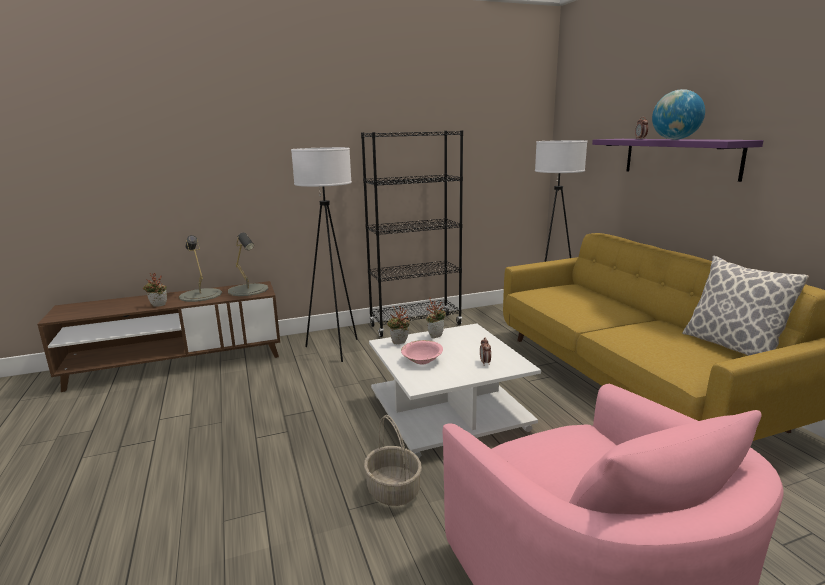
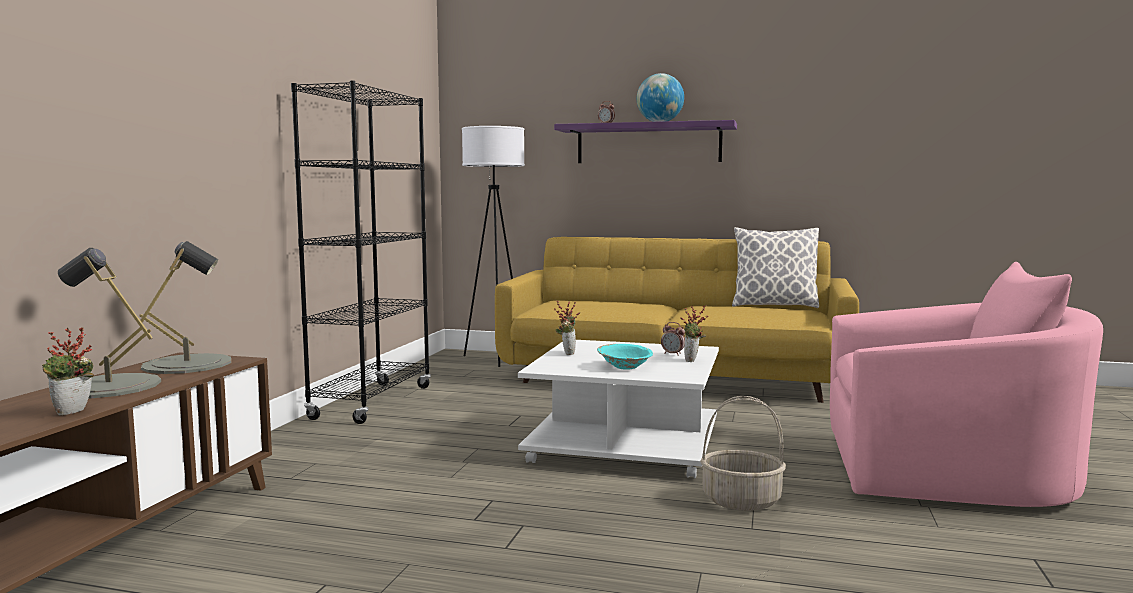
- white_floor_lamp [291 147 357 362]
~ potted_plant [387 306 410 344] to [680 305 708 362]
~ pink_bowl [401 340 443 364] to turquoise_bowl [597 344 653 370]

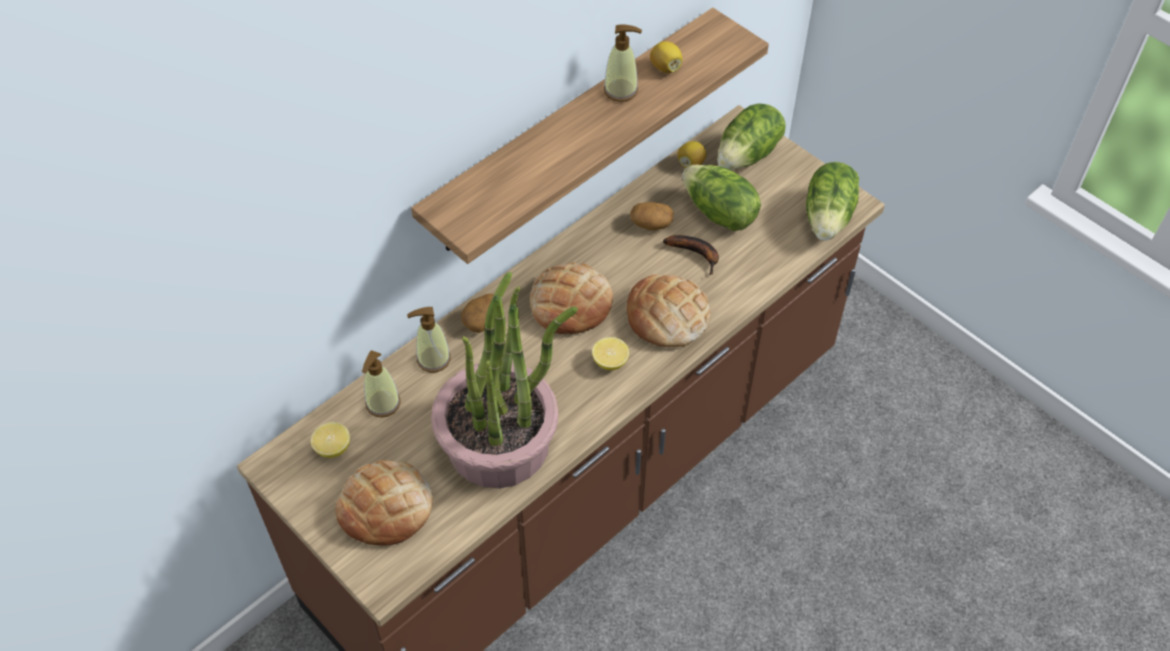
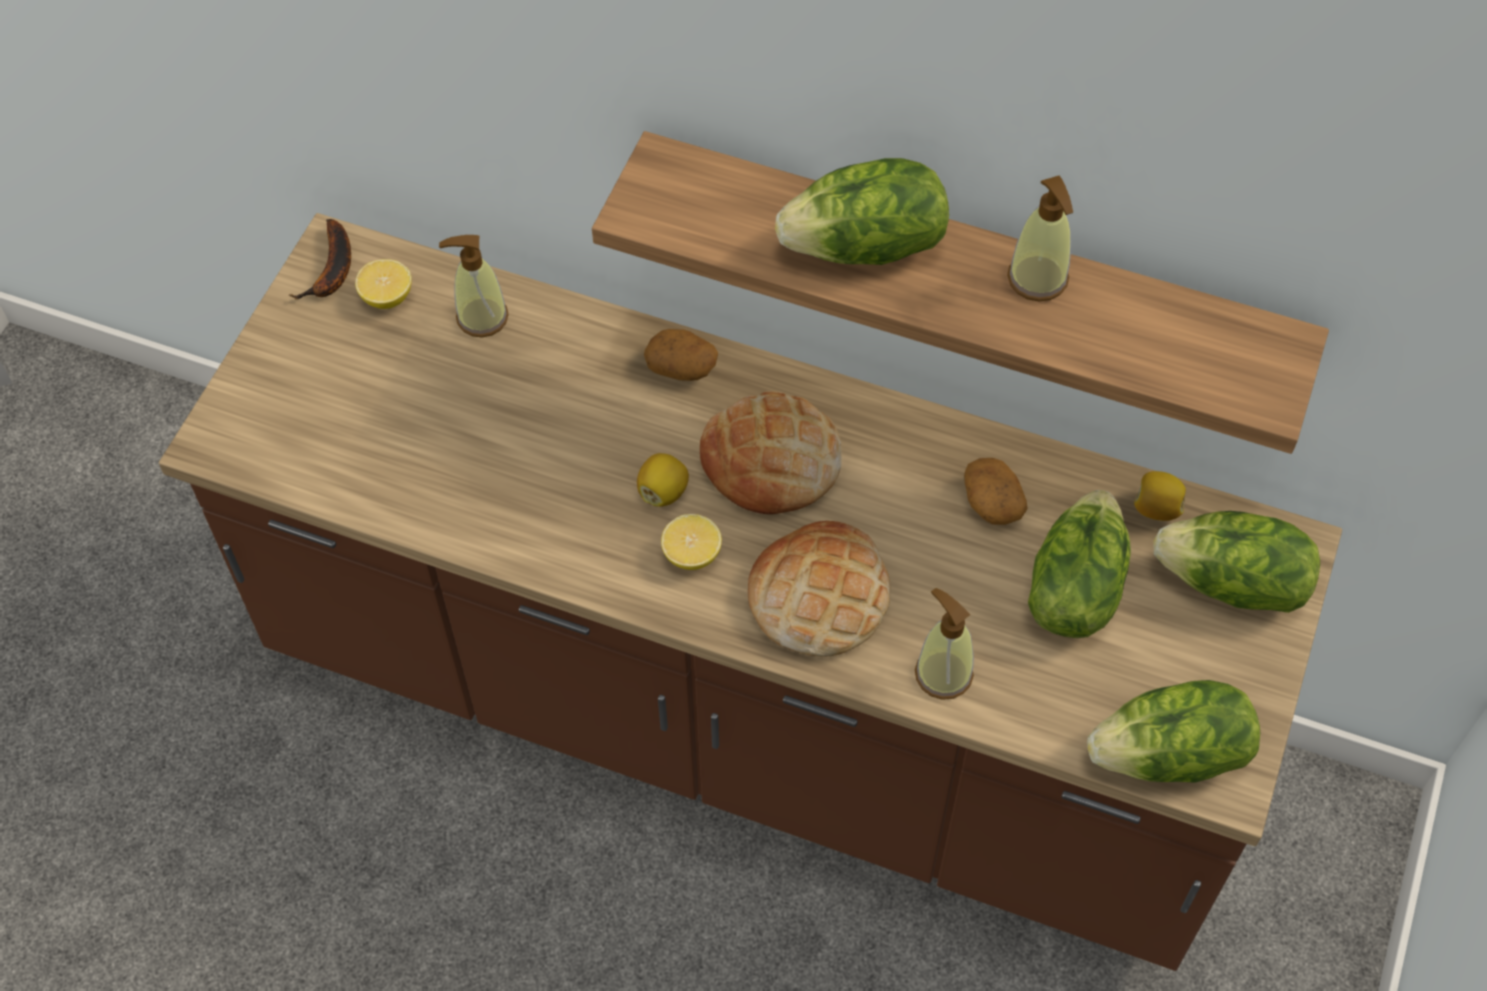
- bread [335 460 433 546]
- potted_plant [431 272 578 488]
+ lettuce [775 158 949 265]
~ soap_dispenser [407 307 451 372] to [915 588 974 700]
~ lemon [650 41 683 73] to [637 453 689 507]
~ banana [663 235 719 275] to [289 219 351 300]

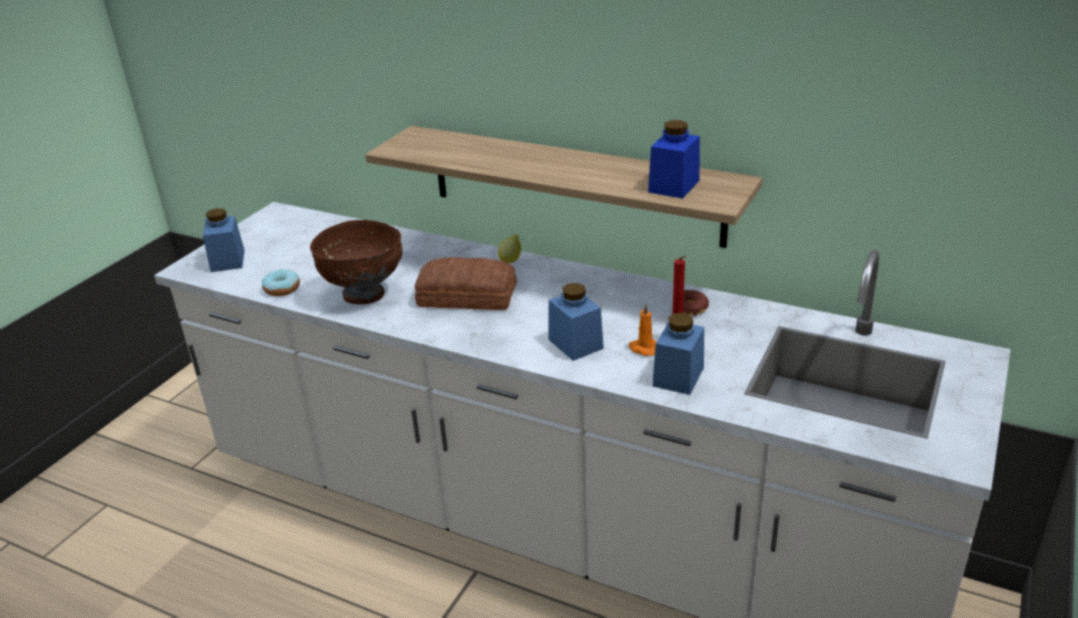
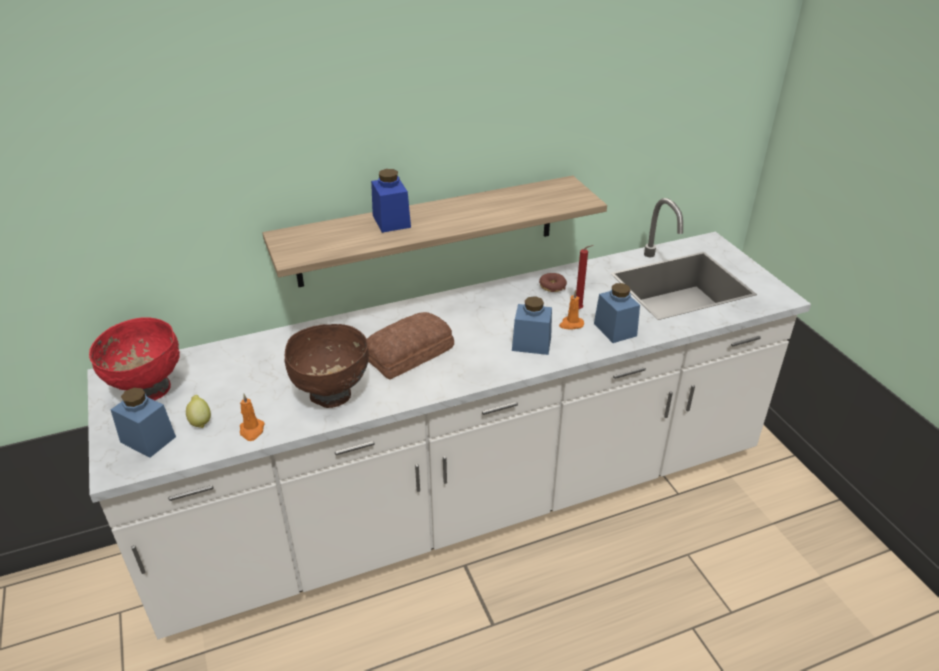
+ red_bowl [89 317 180 400]
~ lemon [498 234 521 263] to [186 395 211 428]
~ blue_jar [648 120 700 199] to [371 169 411 233]
~ donut [262 269 300 296] to orange_candle [240 394 265 441]

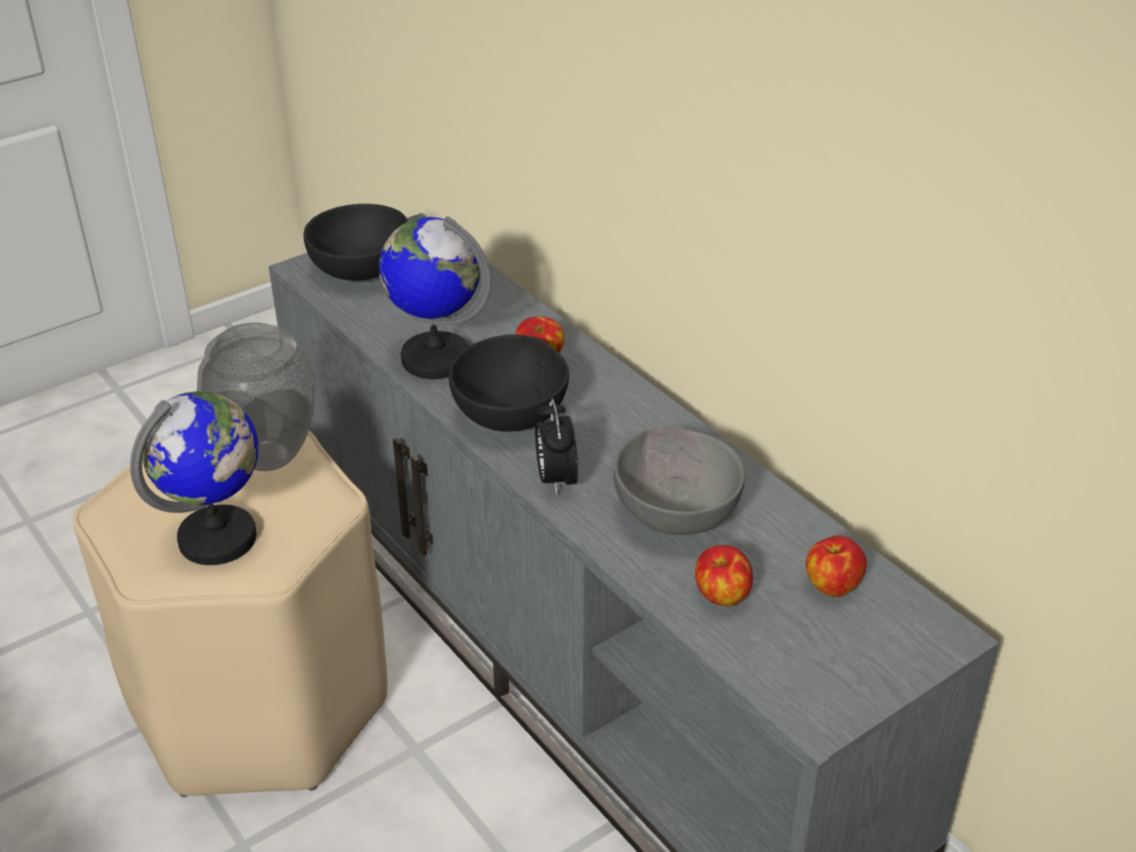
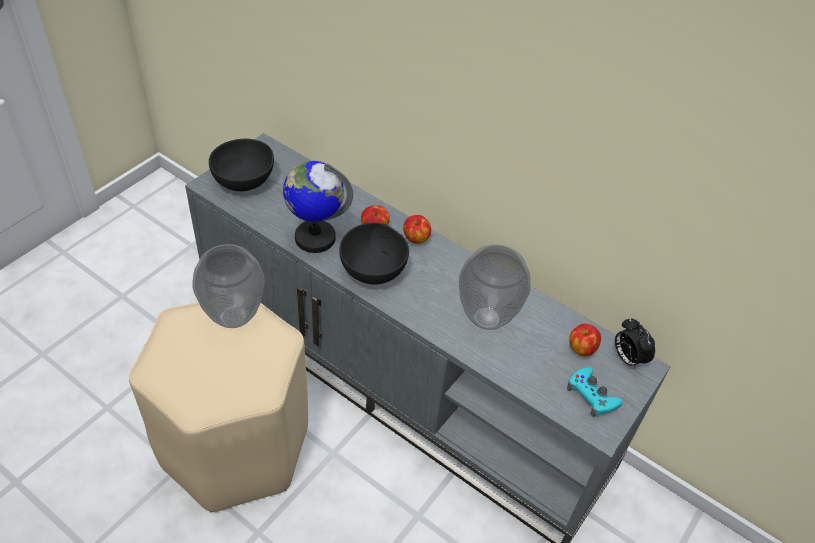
- globe [130 391 259 565]
+ turquoise_game_controller [567 367 623 417]
~ alarm_clock [535 399 578 495] to [615 319 655 369]
~ apple [695 545 753 606] to [403 215 431 244]
~ grey_bowl [613 426 745 535] to vase [459 244 531 330]

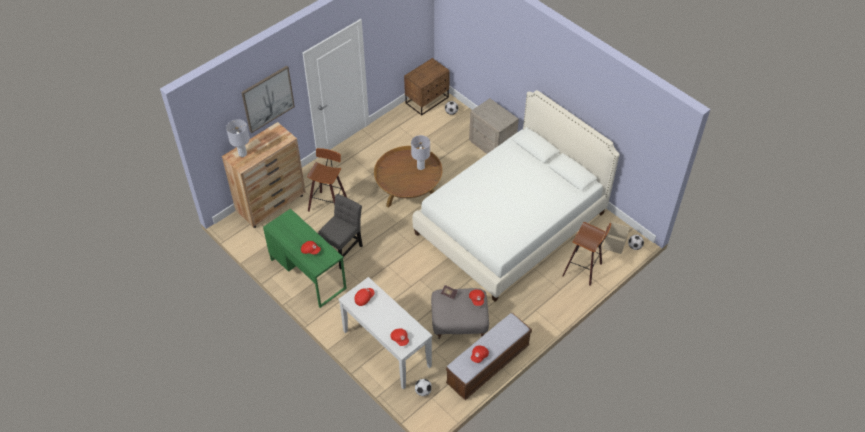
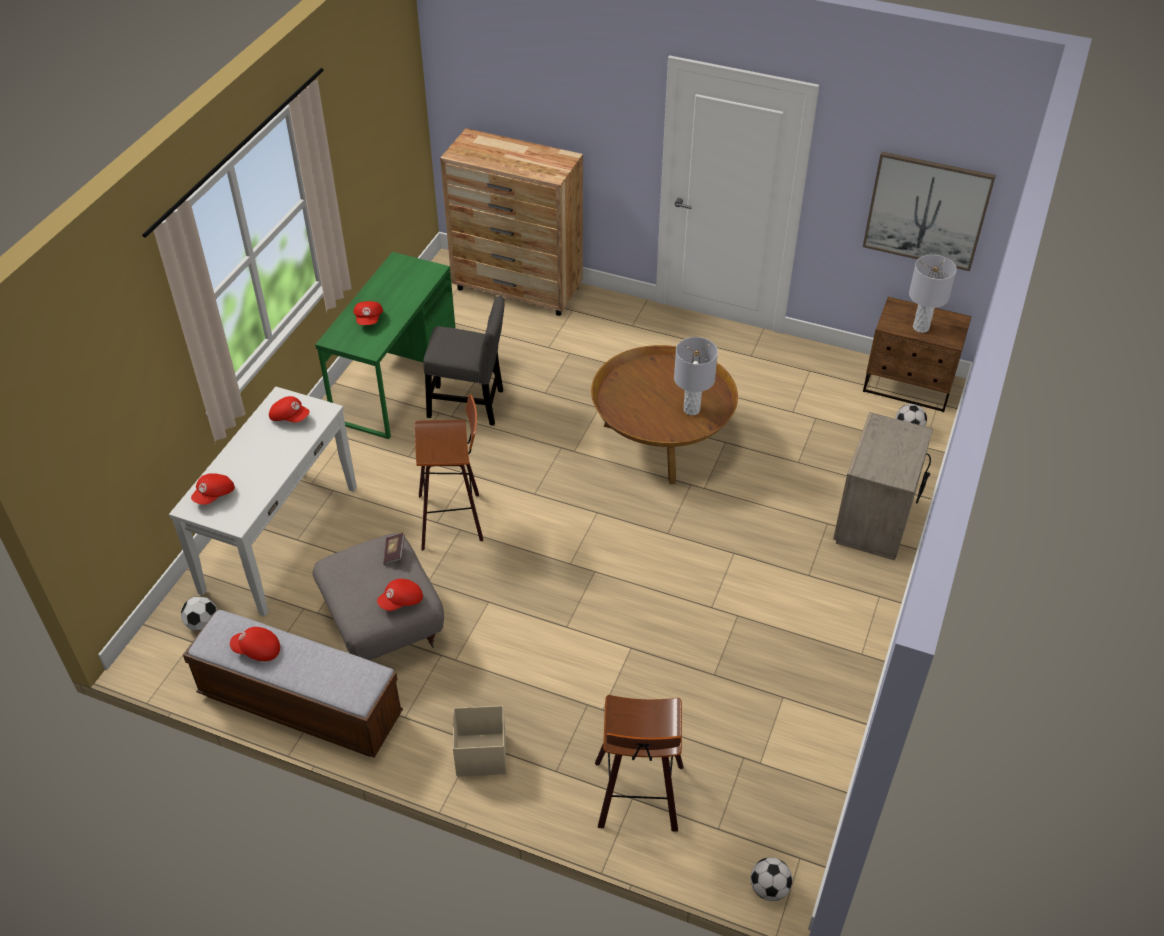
- white_bed [413 90 620 302]
~ grey_table_lamp [226 119 250 157] to [909 255 957 333]
~ picture [241 66 295 133] to [863 152 996 271]
~ stool [307 148 347 212] to [414 394 483 551]
~ beige_storage_box [603 222 630 254] to [453 706 506 776]

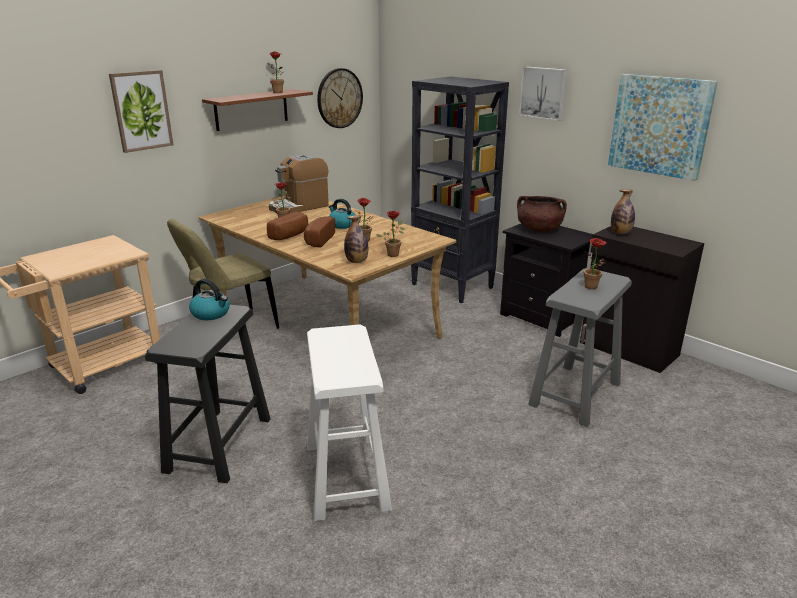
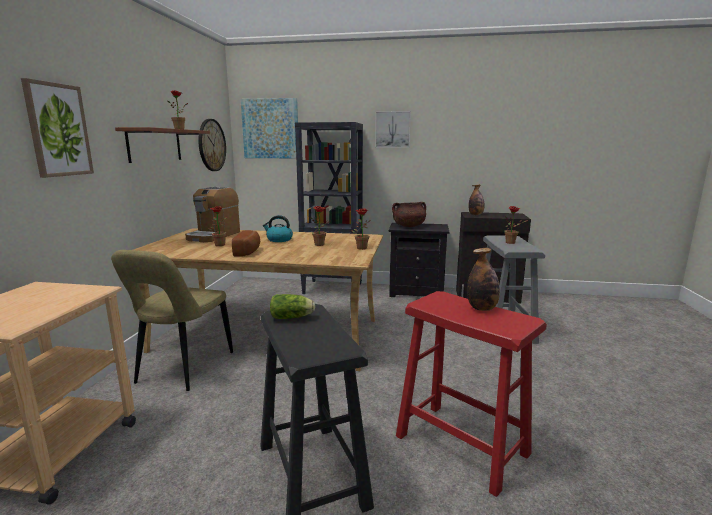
- bread [304 216 335 247]
~ bottle [344 215 368 263] to [467 248 500 311]
~ picture [608 74 718 181] to [241 98 298 158]
~ kettle [189 279 230 320] to lettuce [270 294 315 319]
~ white_stool [307 324 392 521] to red_stool [396 291 547 497]

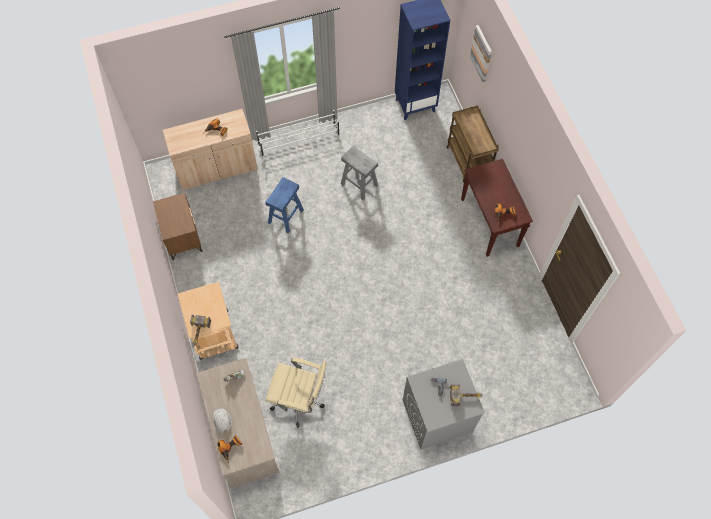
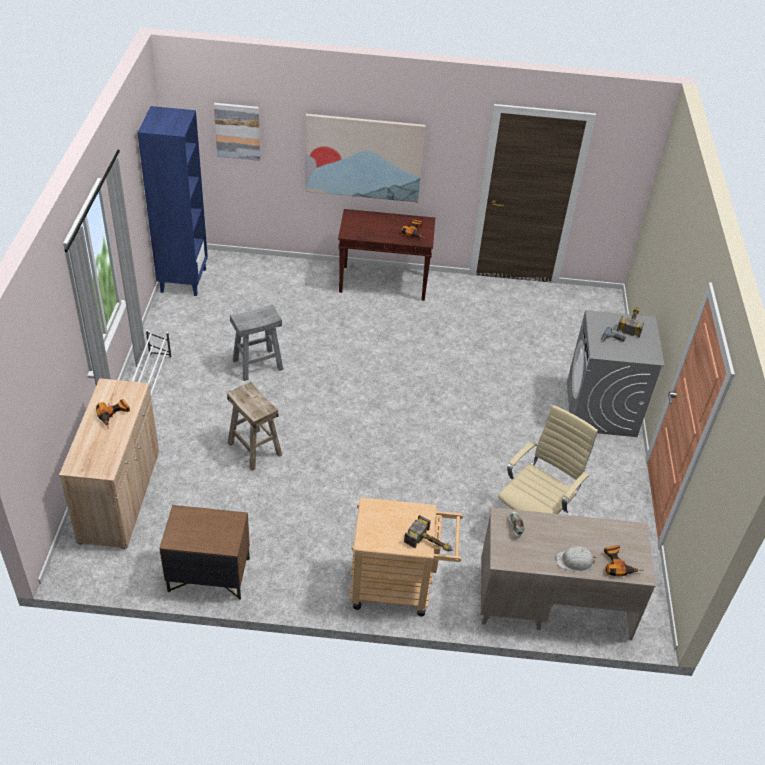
- brown_cart [447 105 499 183]
+ picture [305 114 426 202]
~ blue_stool [265 177 304 233] to beige_stool [227 382 282 471]

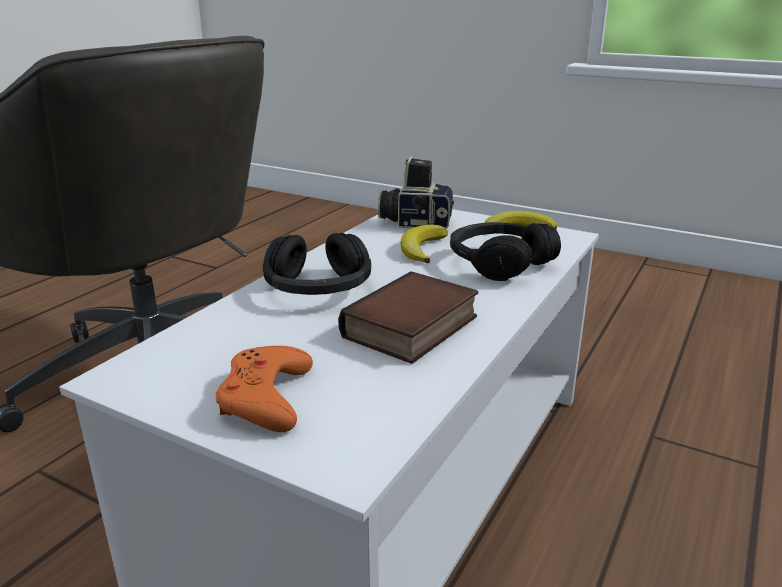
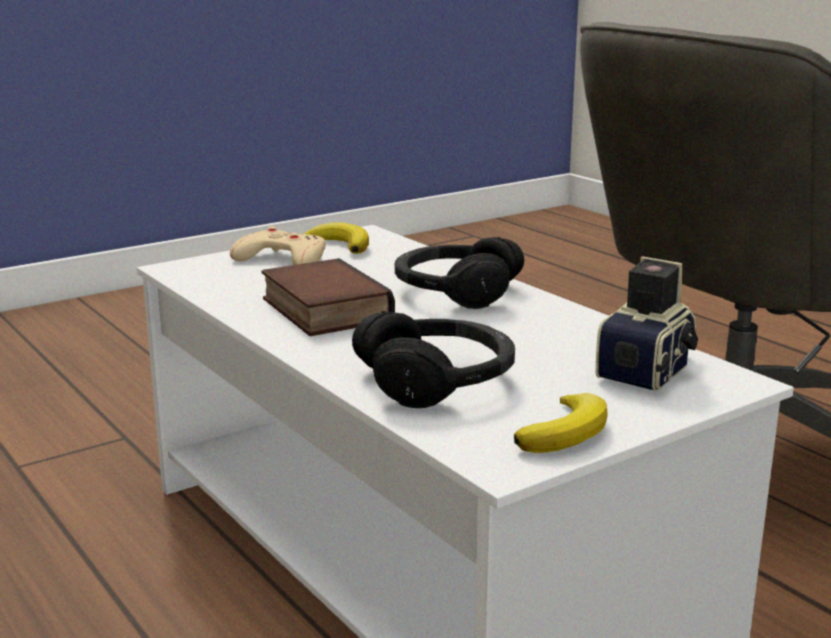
~ banana [400 225 448 263] to [304 223 369 254]
~ orange_game_controller [216 346 313 432] to beige_game_controller [230 226 326 265]

